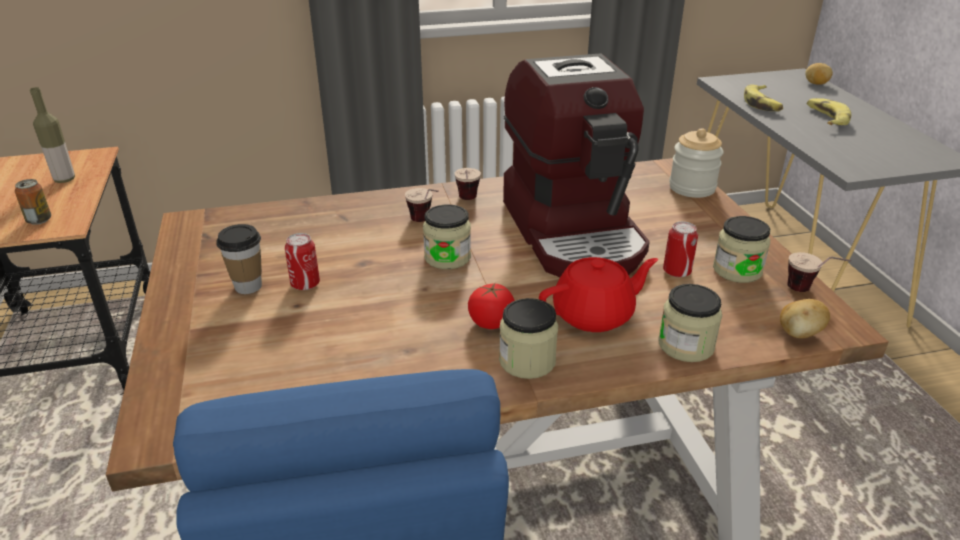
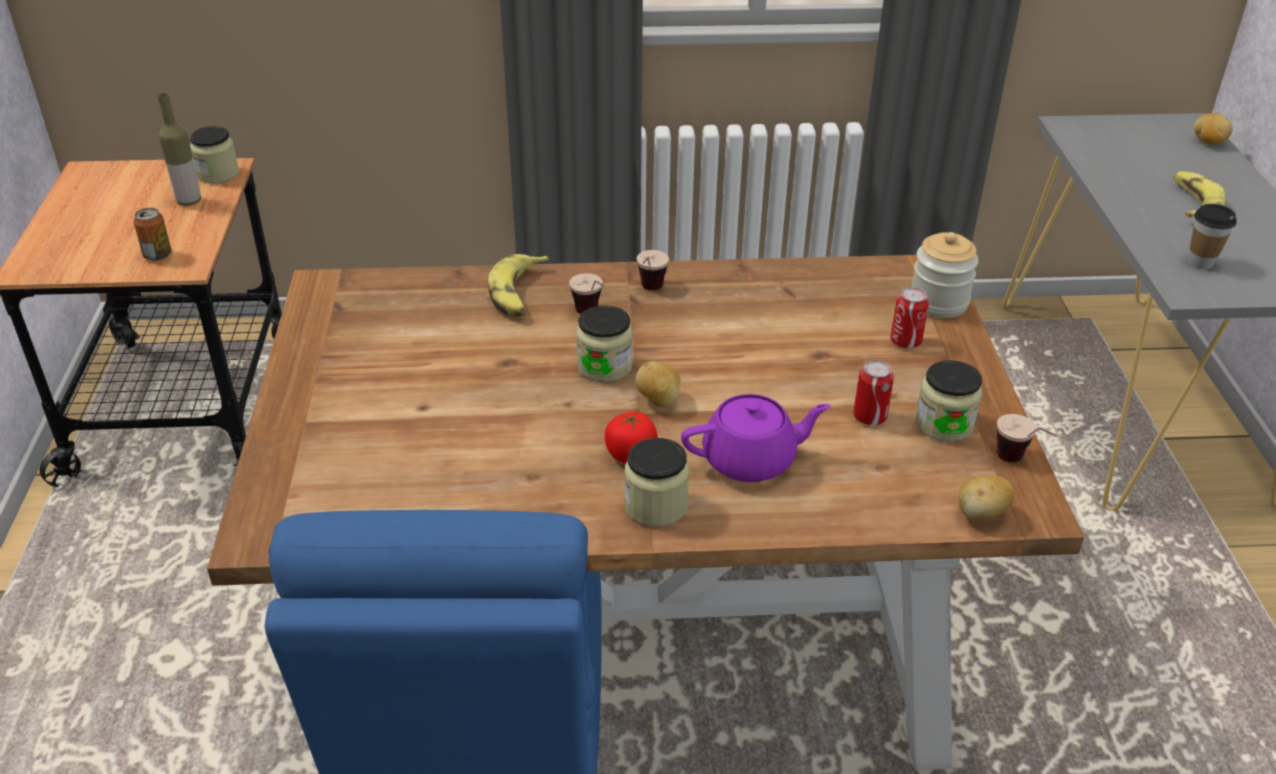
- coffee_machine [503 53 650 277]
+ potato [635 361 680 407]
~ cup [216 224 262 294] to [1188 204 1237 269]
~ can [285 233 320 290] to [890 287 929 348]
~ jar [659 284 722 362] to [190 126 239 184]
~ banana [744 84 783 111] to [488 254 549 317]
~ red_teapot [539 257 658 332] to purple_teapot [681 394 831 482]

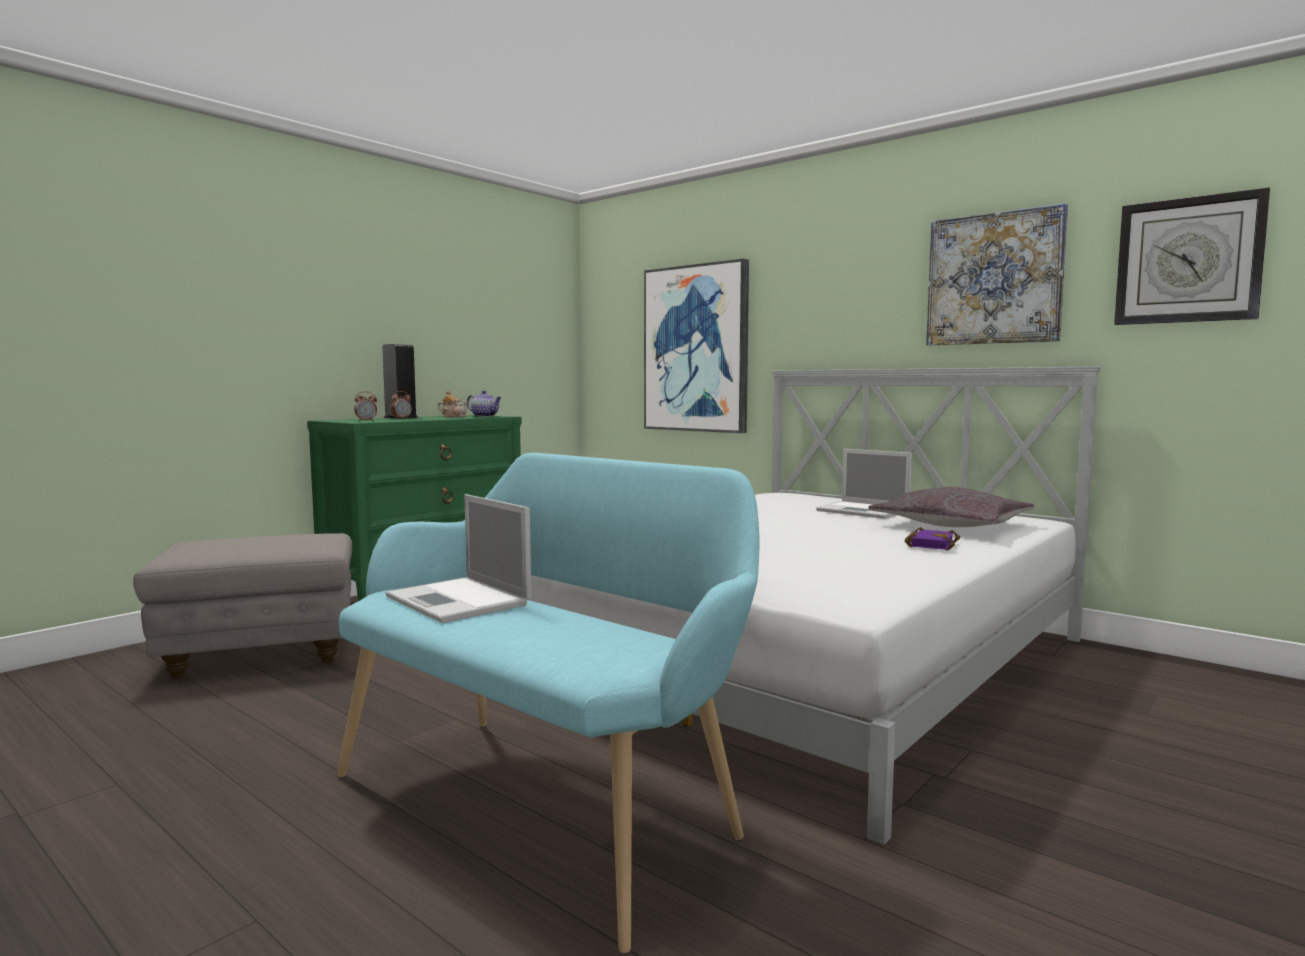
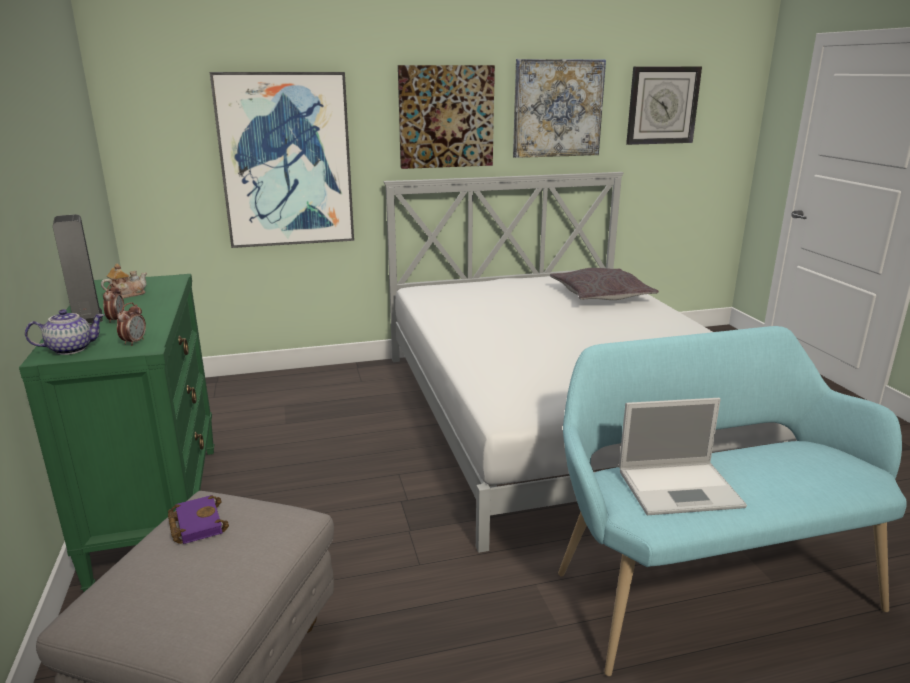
- laptop [816 449 912 519]
+ picture [398 65 495 169]
~ teapot [467 390 502 417] to [25 309 104 355]
~ purple_book [905 527 960 551] to [168 495 229 544]

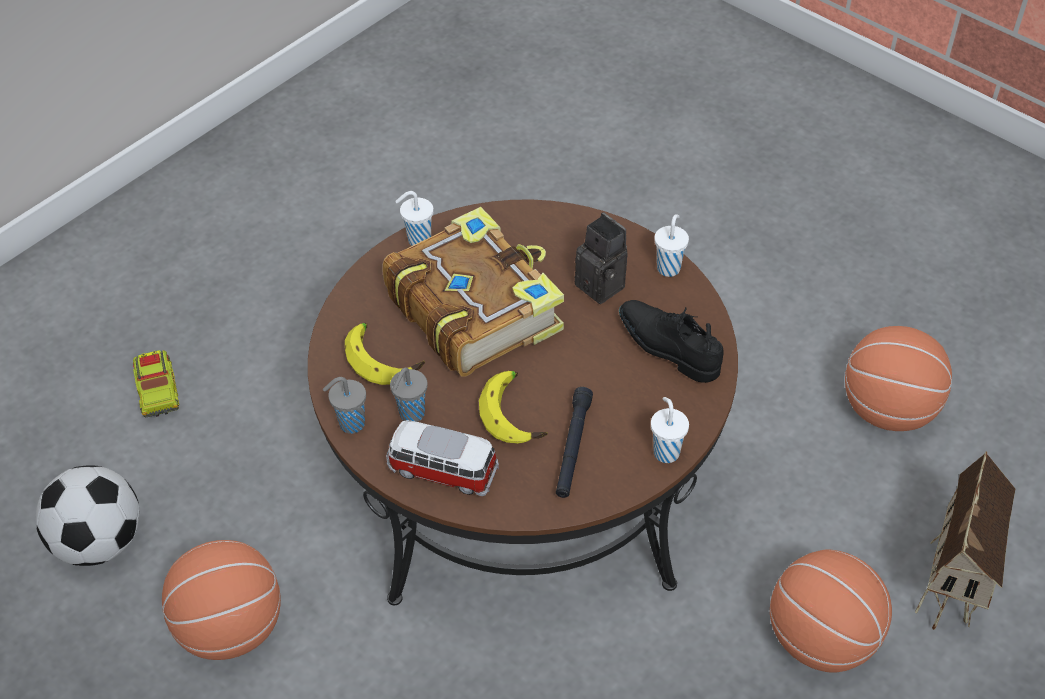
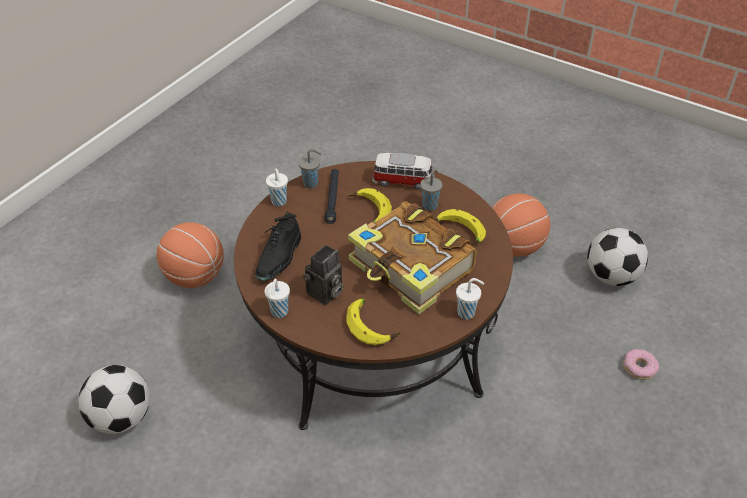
- toy_house [915 451 1015 630]
+ banana [346 299 400 345]
~ grey_cup [323 377 366 434] to [299 149 321 188]
~ toy_truck [133 350 179 417] to donut [623 349 659 380]
~ basketball [845 326 952 431] to football [78 365 150 434]
~ photo_camera [575 212 628 304] = [303 245 343 305] 90 degrees counterclockwise
~ black_shoe [619 300 724 383] = [255 212 301 281] 75 degrees clockwise

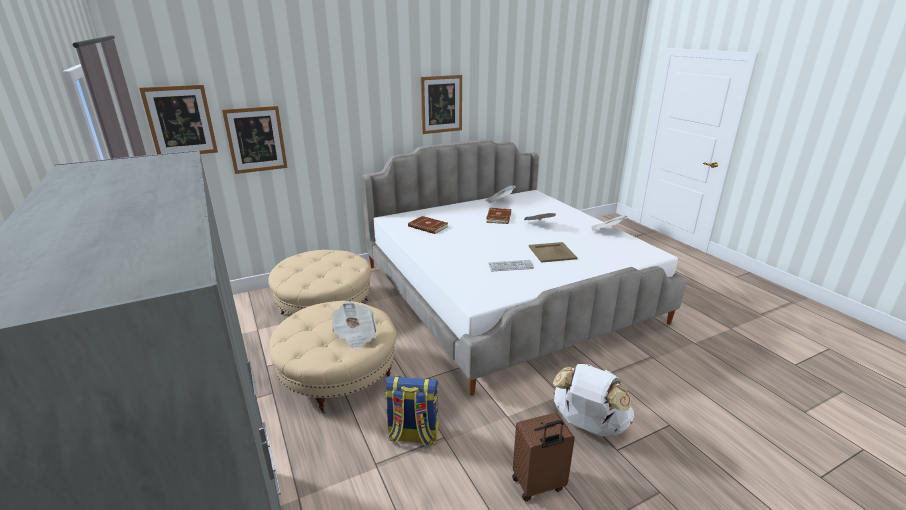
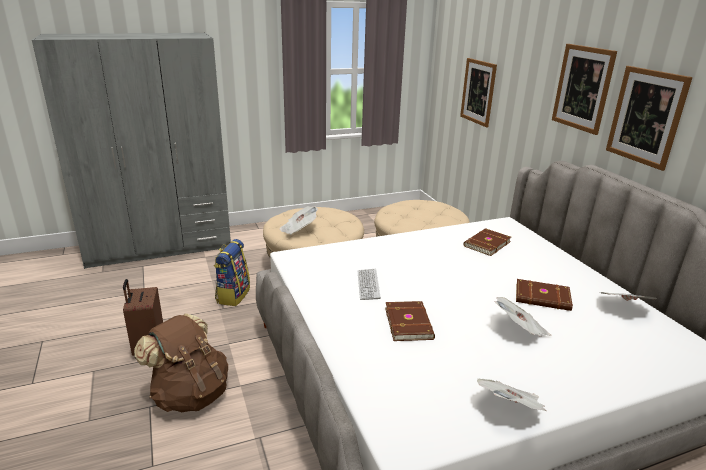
~ picture [139 85 218 154] to [552 44 617 135]
~ beige_tray [529 242 578 263] to brown_book [385 301 435 341]
~ white_backpack [553 364 634 436] to brown_backpack [134 314 228 412]

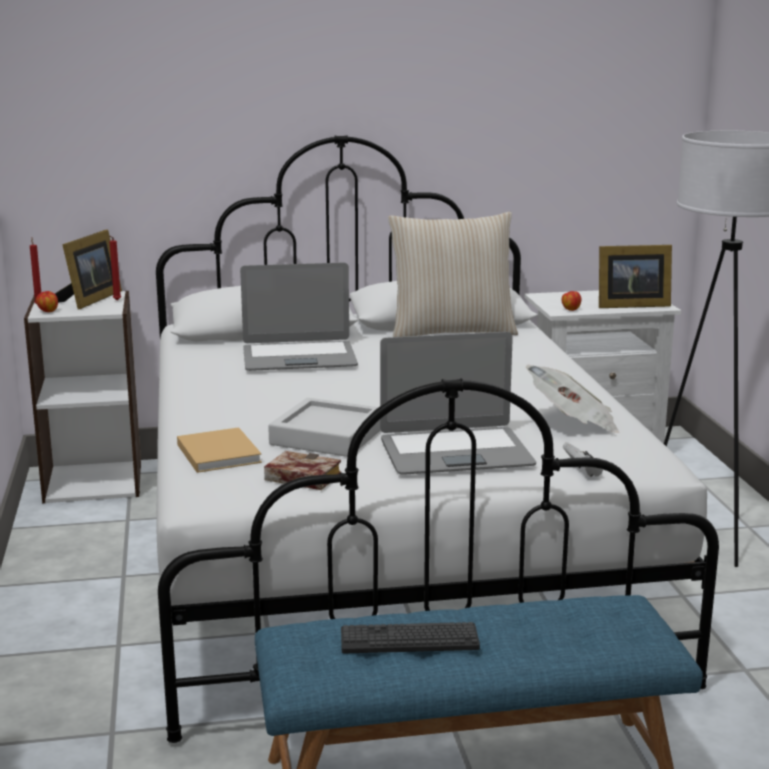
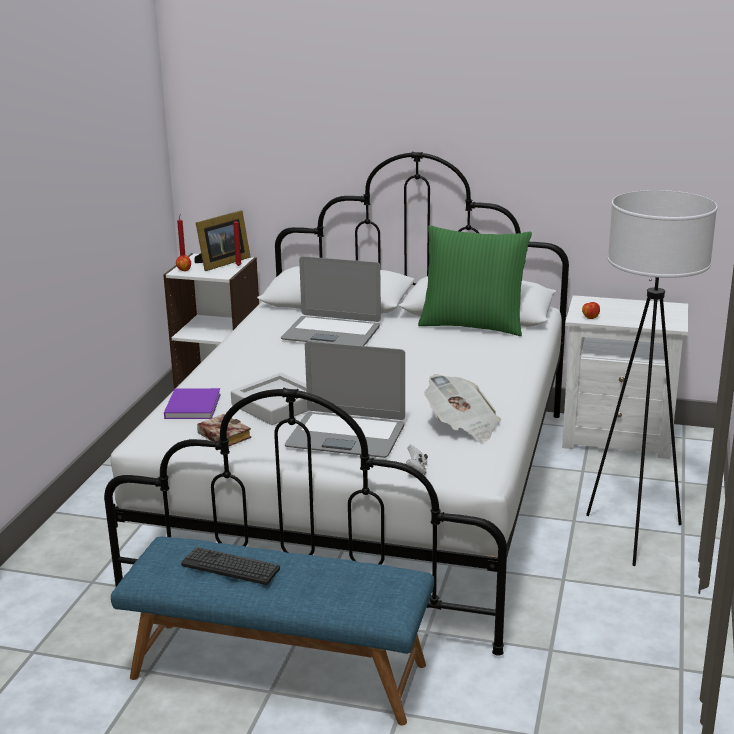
- picture_frame [599 245 672 308]
~ beige_book [177 427 262 473] to purple_book [164 388 221 419]
~ beige_pillow [388 212 518 337] to green_pillow [418 225 532 336]

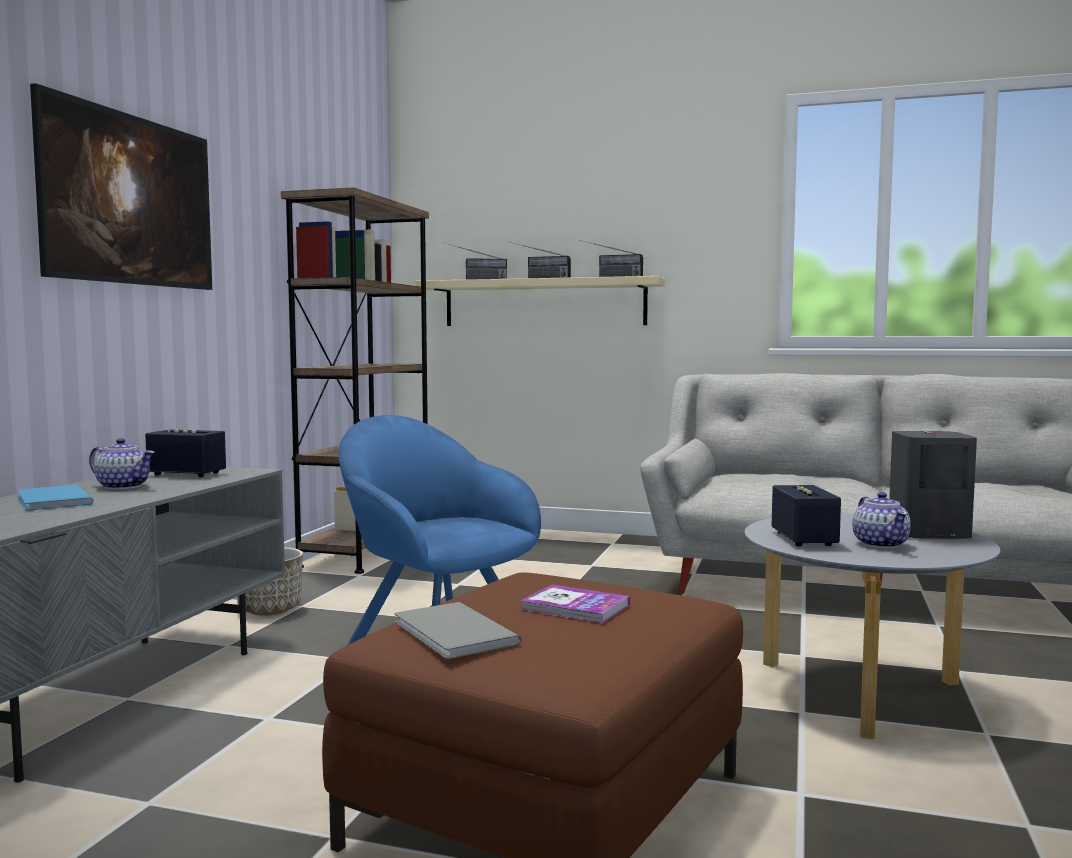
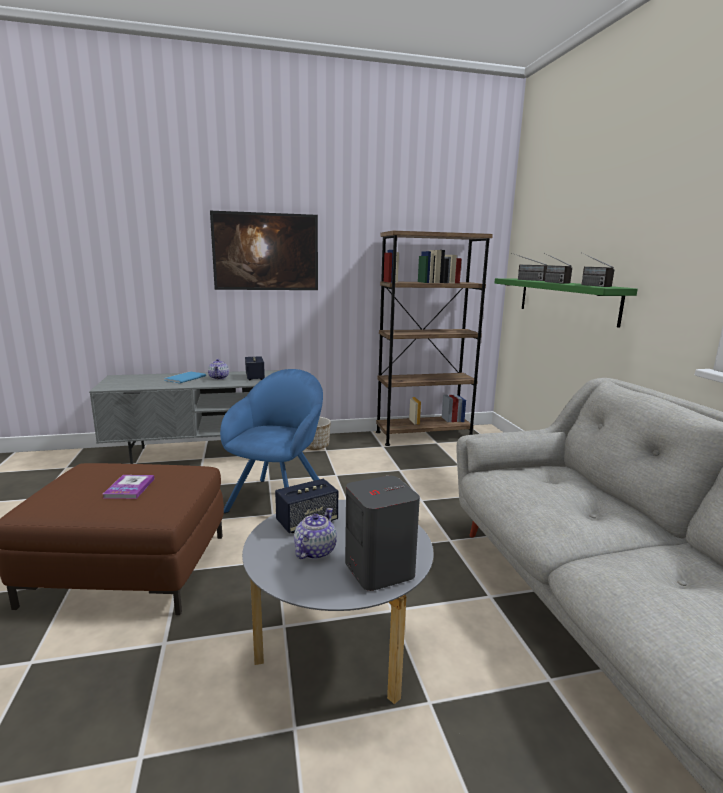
- grey_book [394 602 522 659]
~ beige_shelf [416 276 665 326] to green_shelf [495 278 638 328]
~ teapot [852 492 911 548] = [294 508 337 559] 150 degrees clockwise

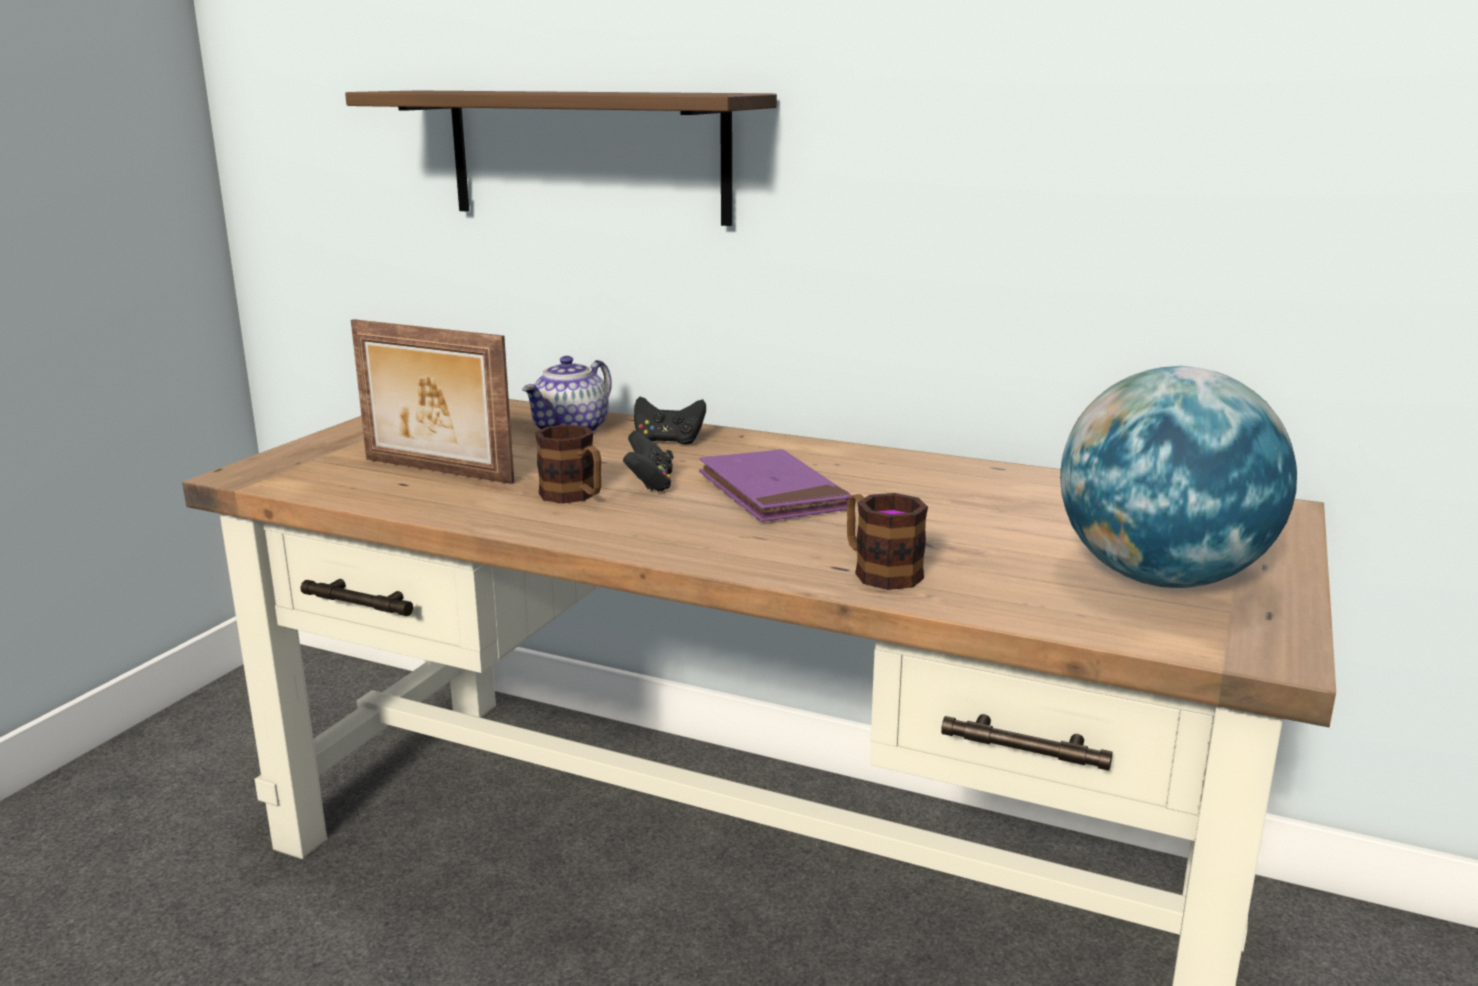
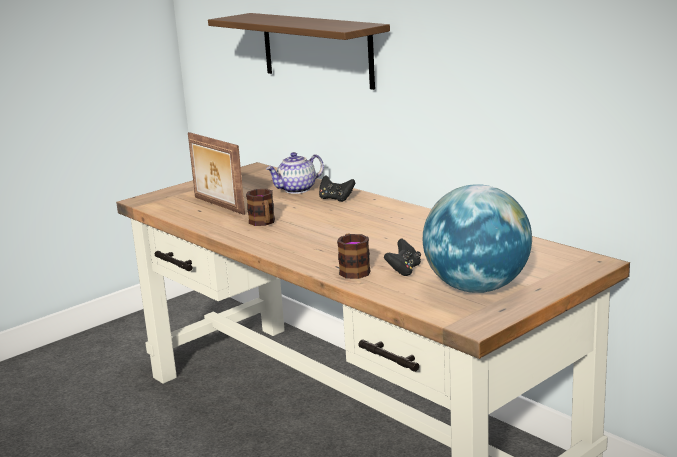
- purple_book [699 449 851 522]
~ black_game_controller [623 431 673 492] to [384 239 421 276]

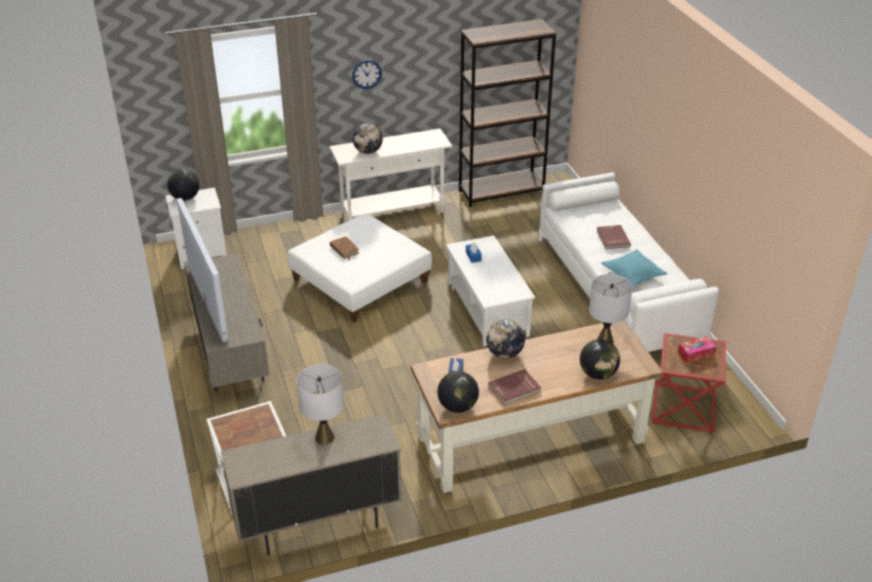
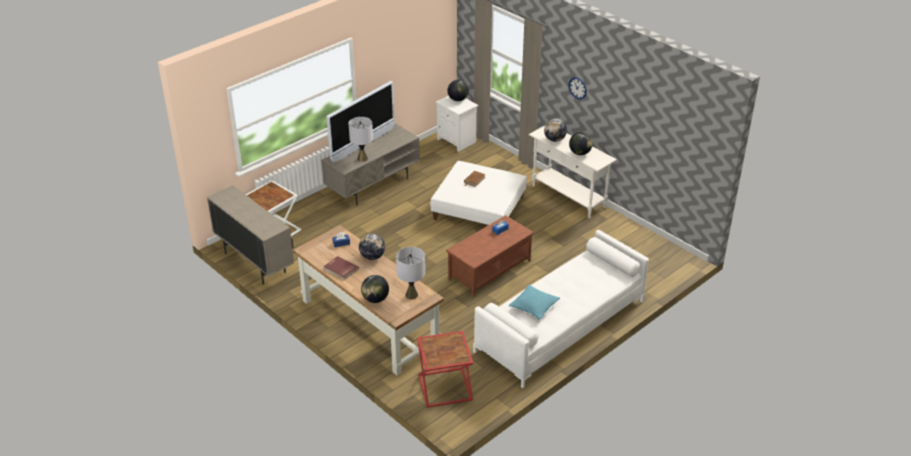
- brown_bookcase [459 19 557 207]
- red_book [597 225 631 249]
- tissue_box [678 337 716 363]
~ grey_table_lamp [297 364 344 445] to [349 117 373 162]
~ globe [437 371 479 413] to [569 132 593 155]
~ white_coffee_table [446 235 535 346] to brown_coffee_table [446 215 534 297]

